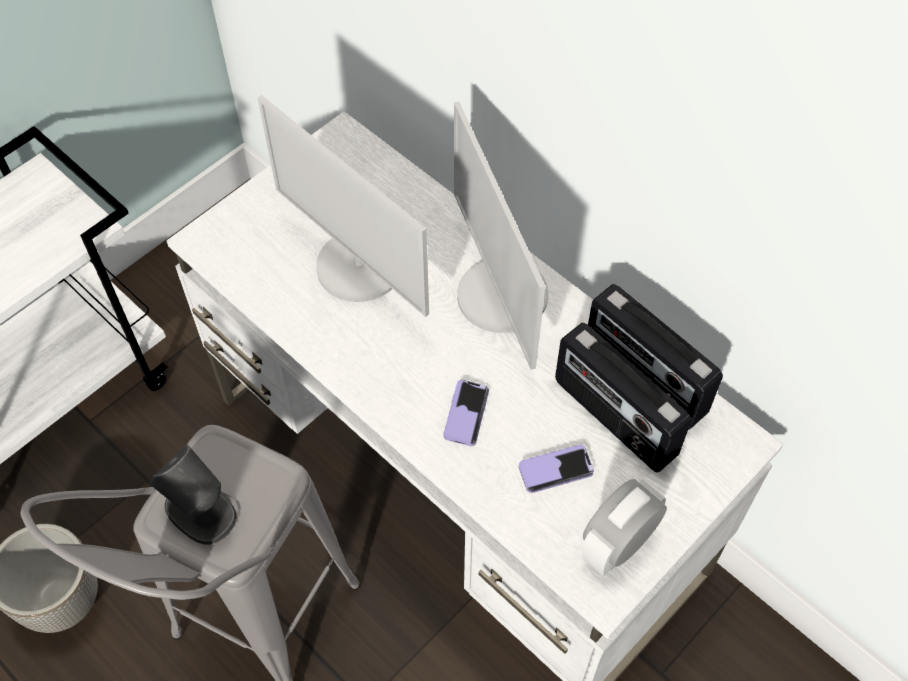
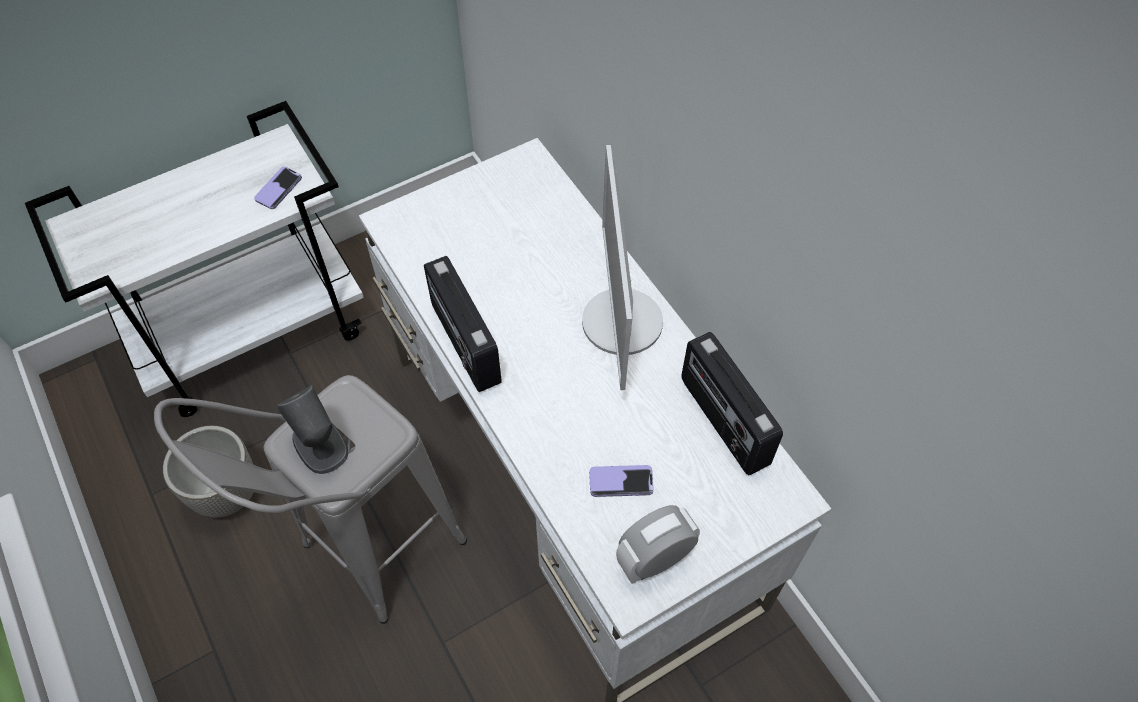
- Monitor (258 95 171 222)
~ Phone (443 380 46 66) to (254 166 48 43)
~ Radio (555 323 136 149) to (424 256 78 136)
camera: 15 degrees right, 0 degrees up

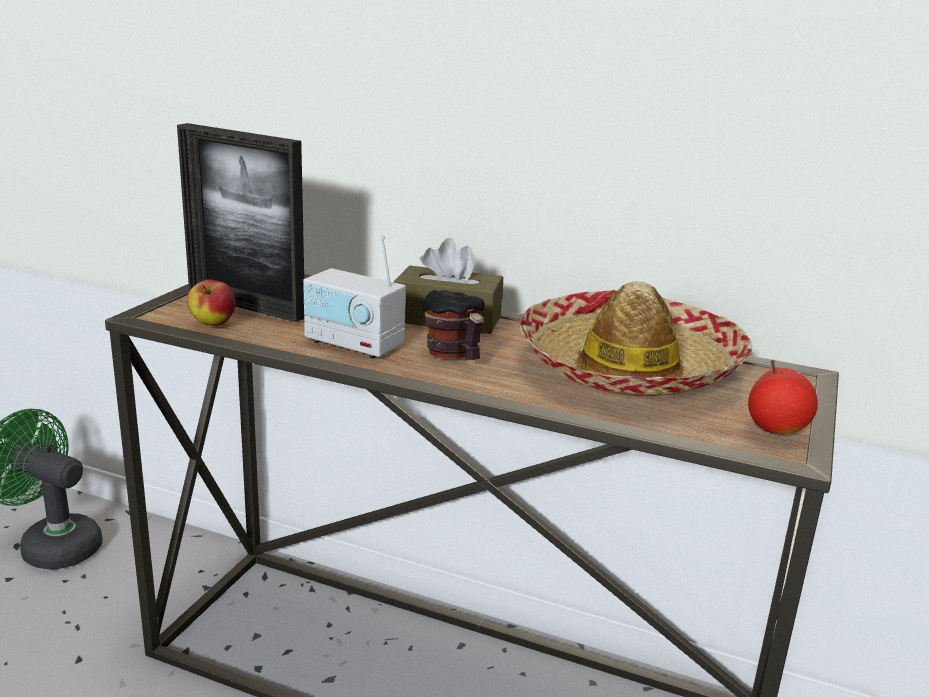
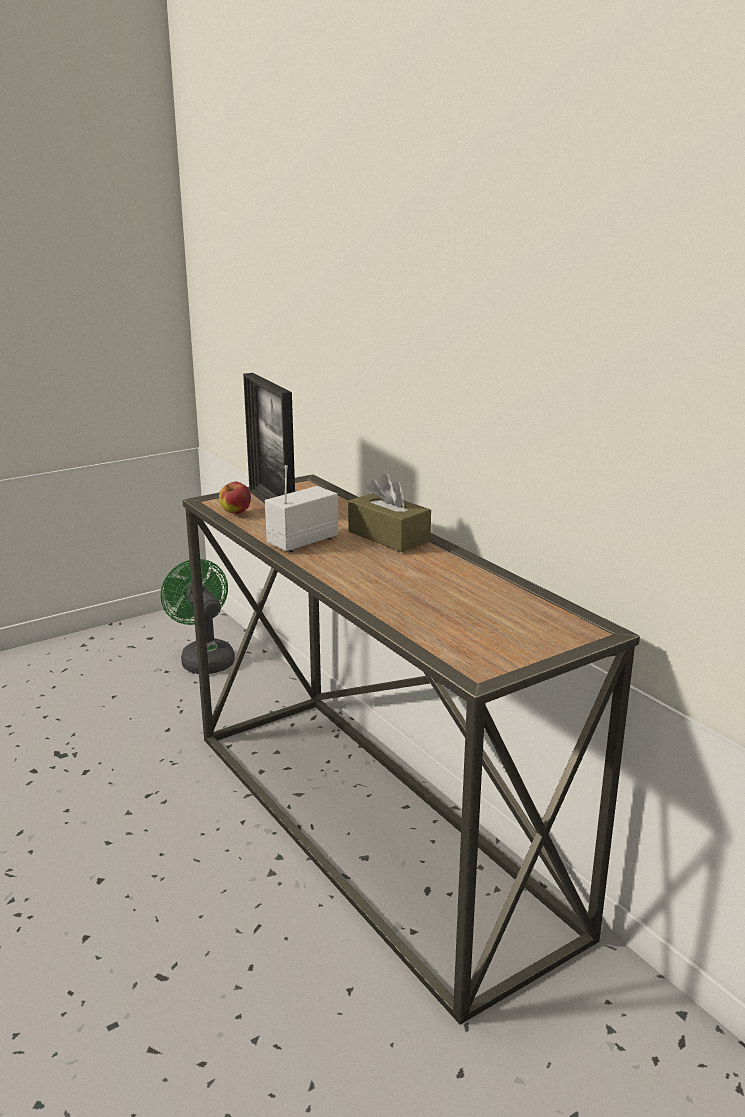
~ Radio (303 235 103 124) = (265 465 73 87) 75 degrees clockwise
- Mug (423 290 62 70)
- Hat (520 282 232 114)
- Apple (748 360 70 74)
camera: 35 degrees right, 0 degrees up

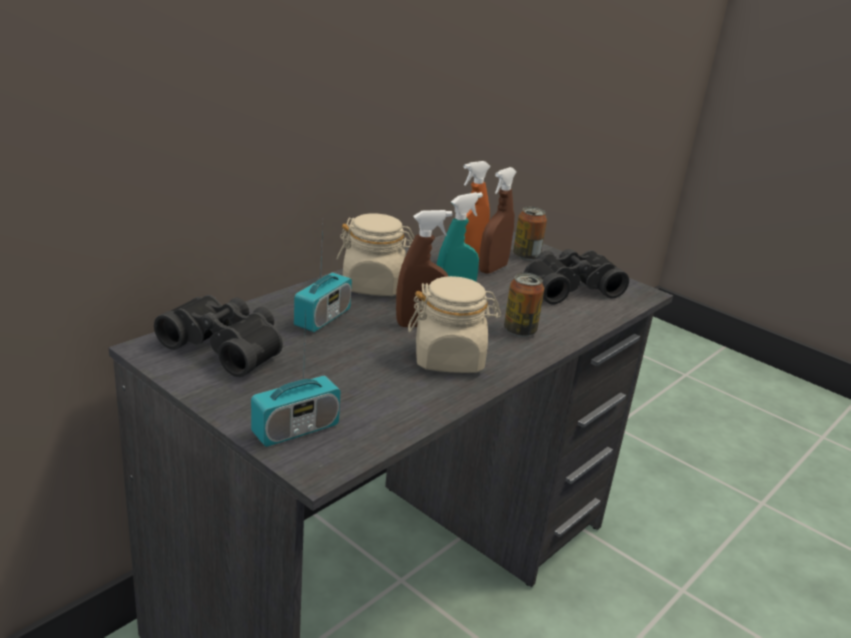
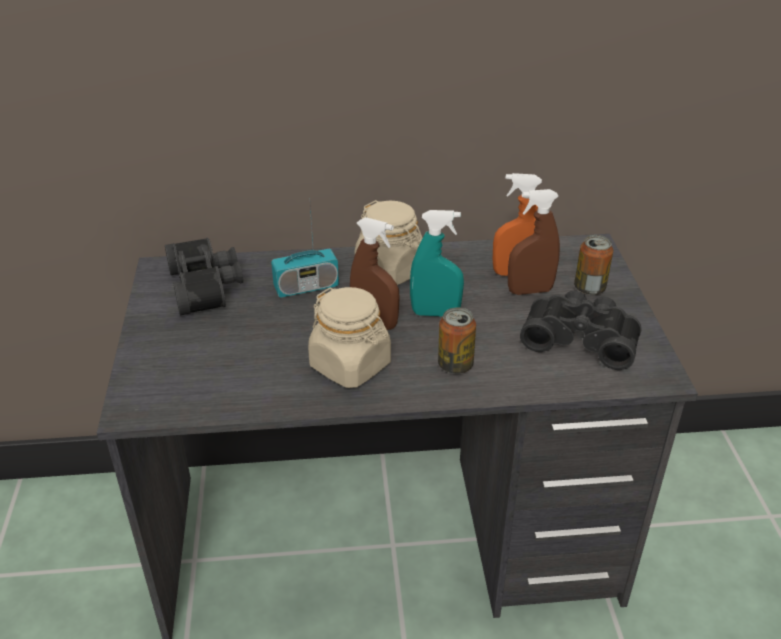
- Radio (251 309 90 138)
camera: 45 degrees right, 10 degrees up

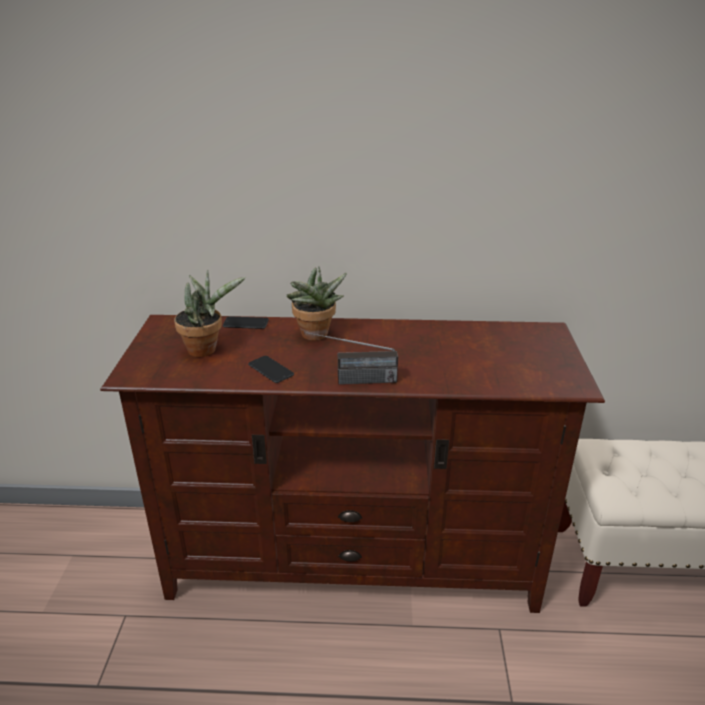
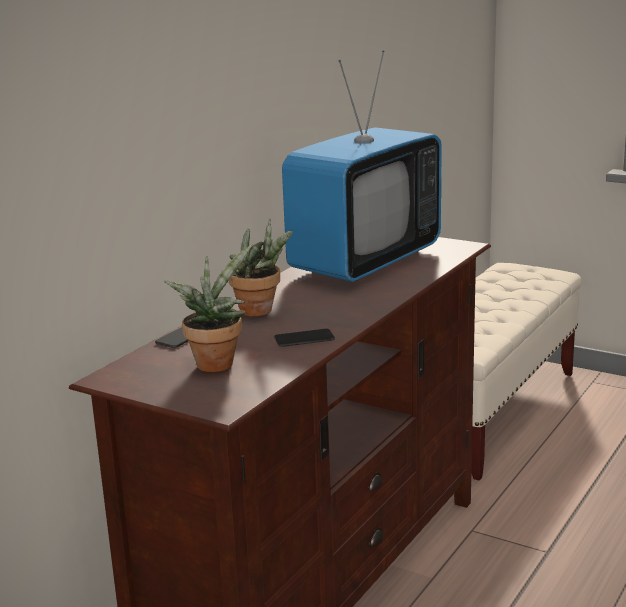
- Radio (304 332 94 53)
+ Television (282 50 160 232)
camera: 60 degrees left, 10 degrees down

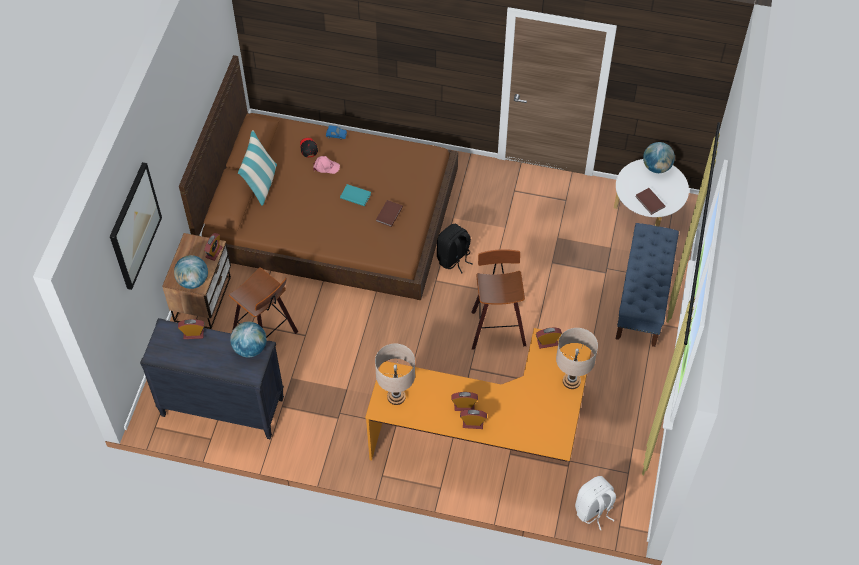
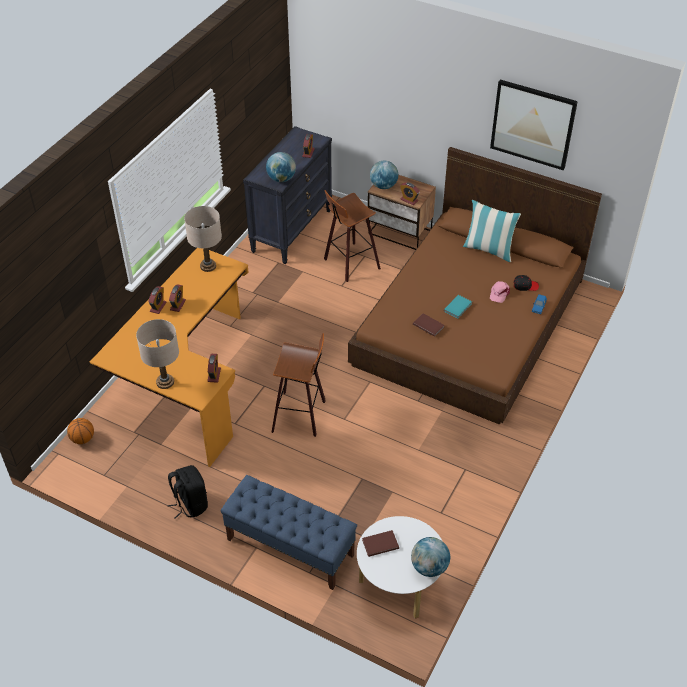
~ Picture (110 162 52 128) to (490 80 88 90)
~ BlackBackpack (437 224 36 49) to (168 465 40 54)
~ WhiteBackpack (575 476 41 54) to Basketball (67 418 27 26)
camera: 105 degrees right, 10 degrees down

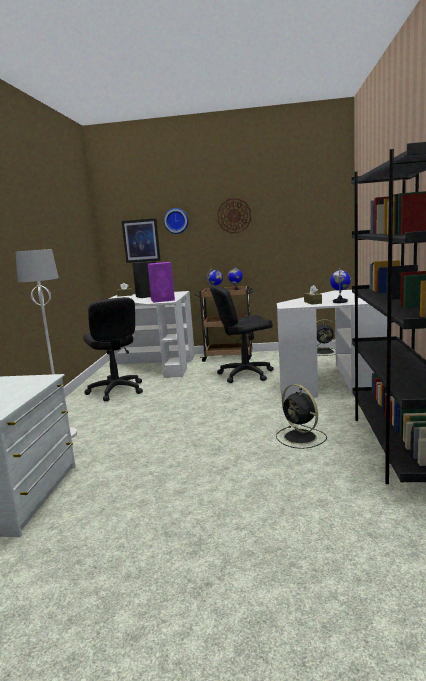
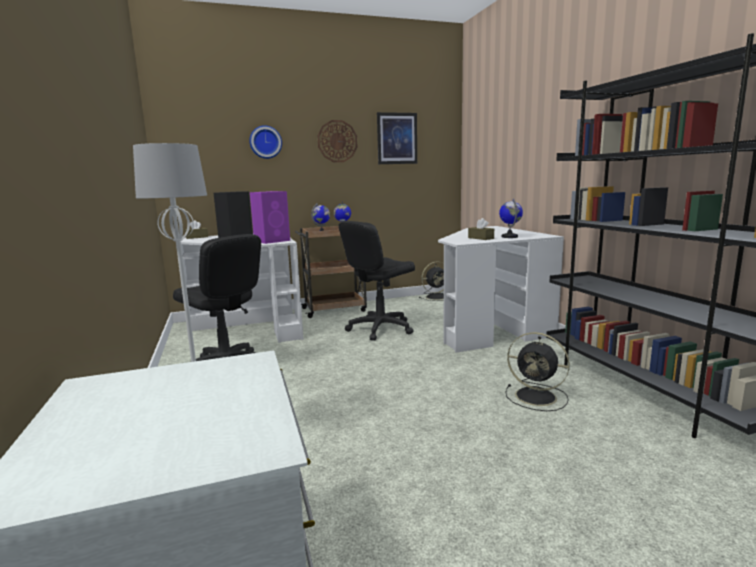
~ Picture (122 218 38 45) to (377 112 40 52)
camera: 25 degrees left, 0 degrees up

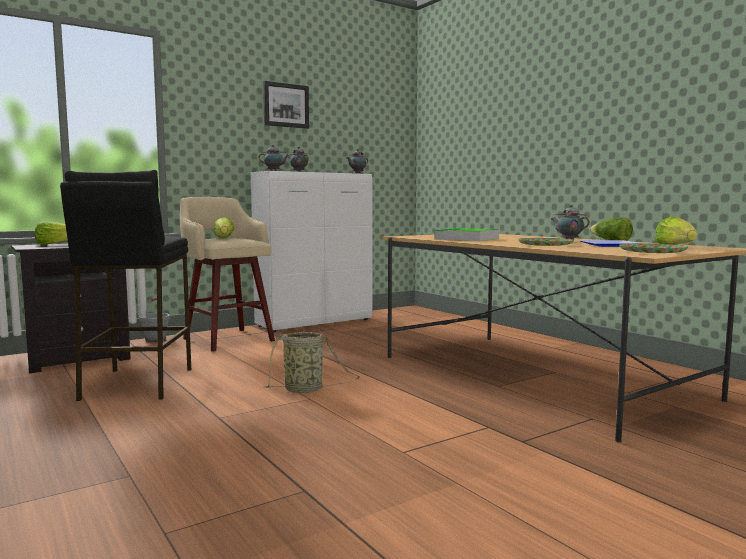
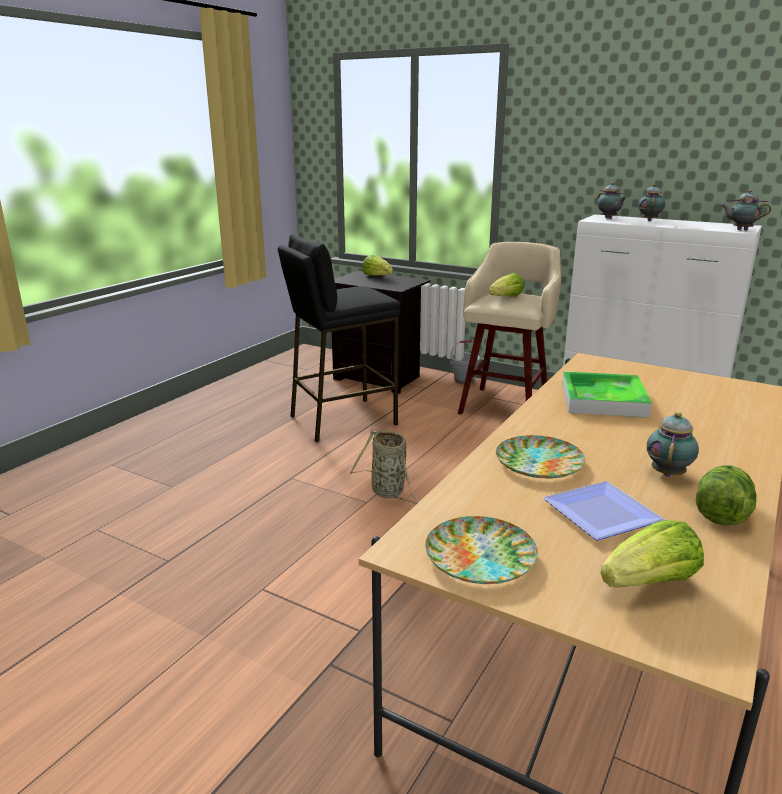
- Picture (263 81 46 48)
camera: 65 degrees right, 15 degrees up

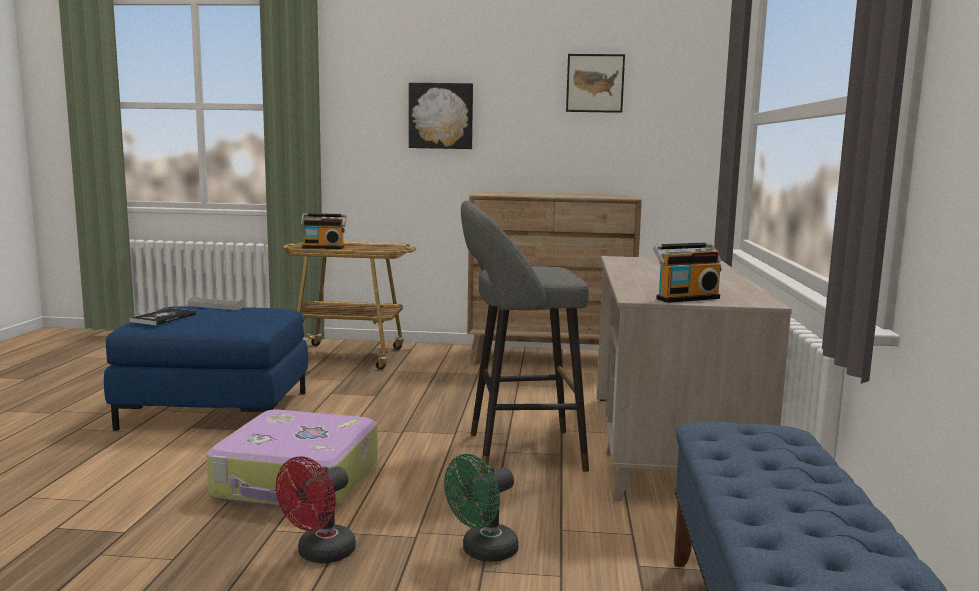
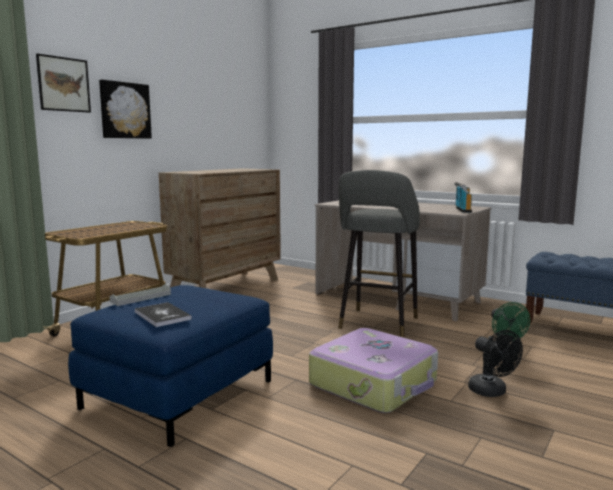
~ RedFan (276 456 80 108) to BlackFan (468 330 55 67)
- Radio (301 213 46 36)
~ Picture (566 54 59 59) to (36 53 55 60)
camera: 60 degrees left, 0 degrees up

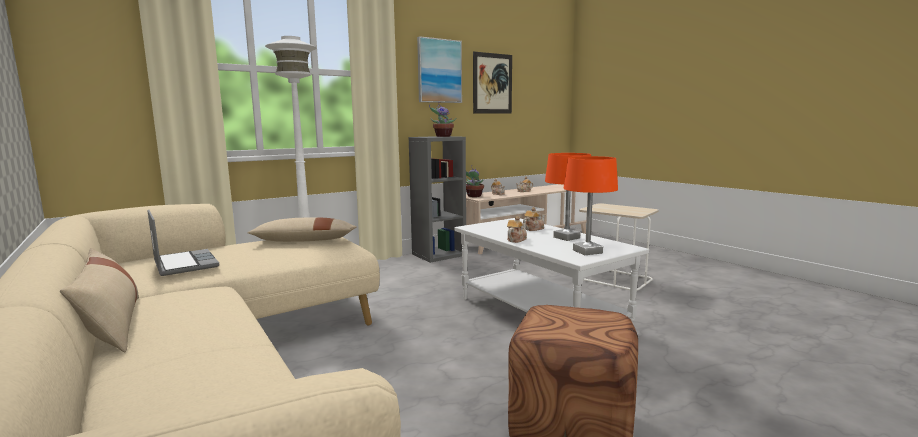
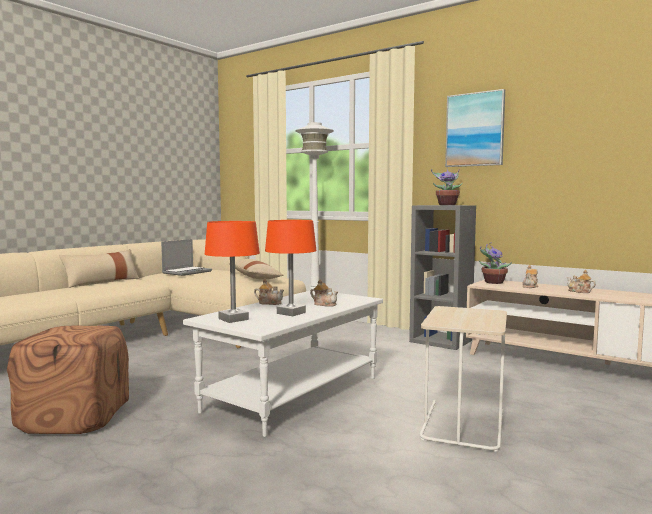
- Picture (473 52 39 62)
camera: 70 degrees right, 5 degrees down

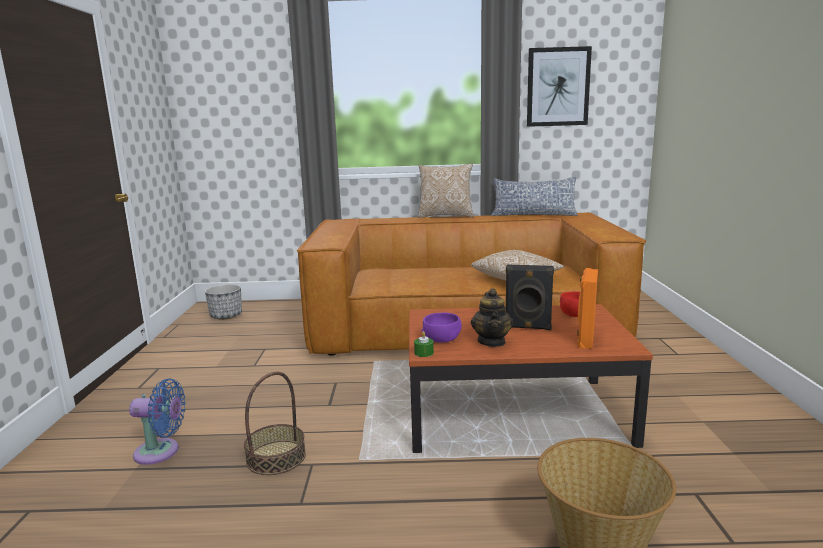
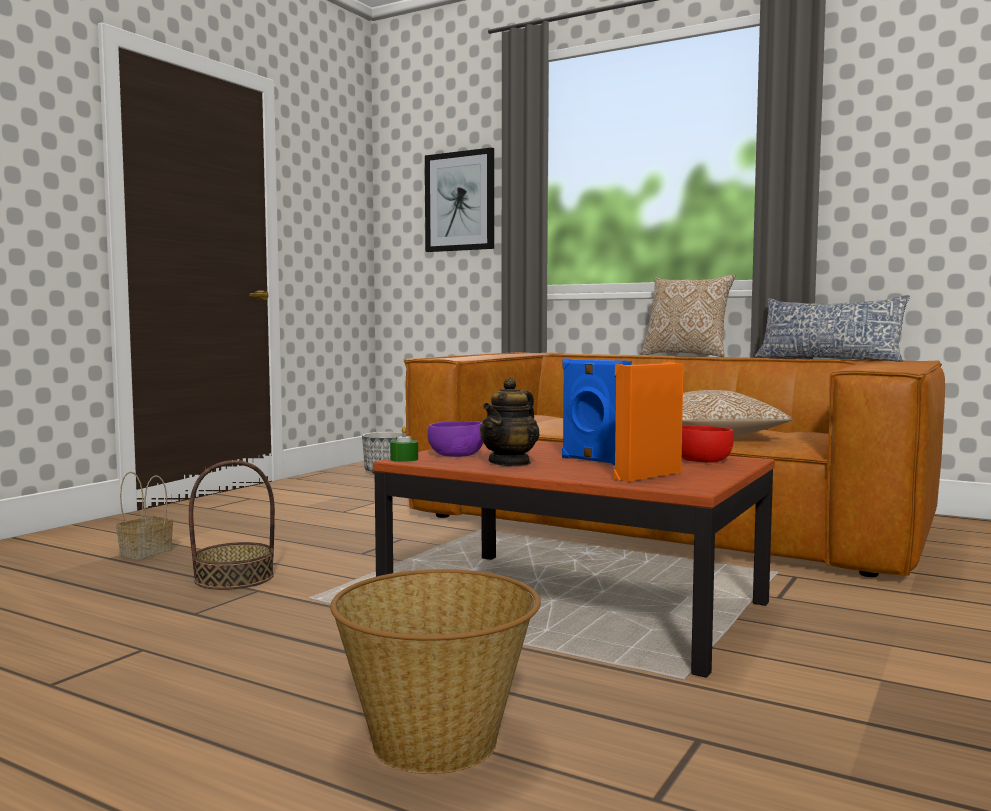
~ BlueFan (129 378 57 87) to Basket (116 471 57 89)
~ BlackSpeaker (506 265 48 65) to BlueSpeaker (562 358 70 107)
~ Picture (527 46 65 81) to (425 147 69 105)
camera: 30 degrees right, 10 degrees down

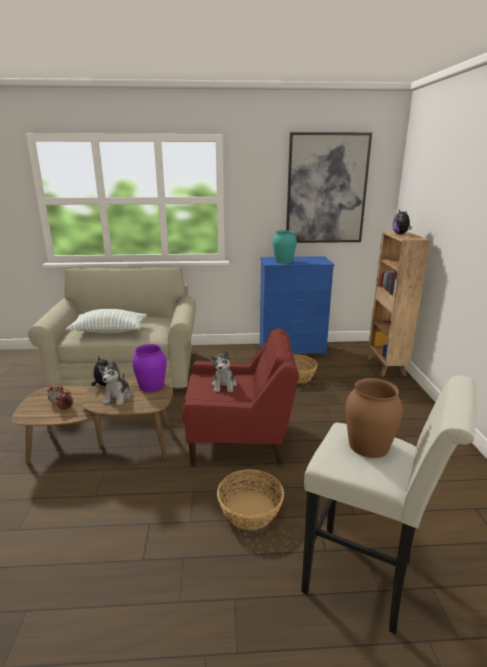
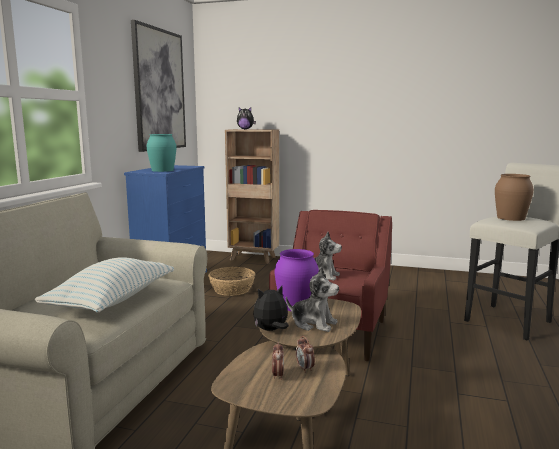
- Basket (217 469 67 61)
camera: 70 degrees left, 10 degrees down

